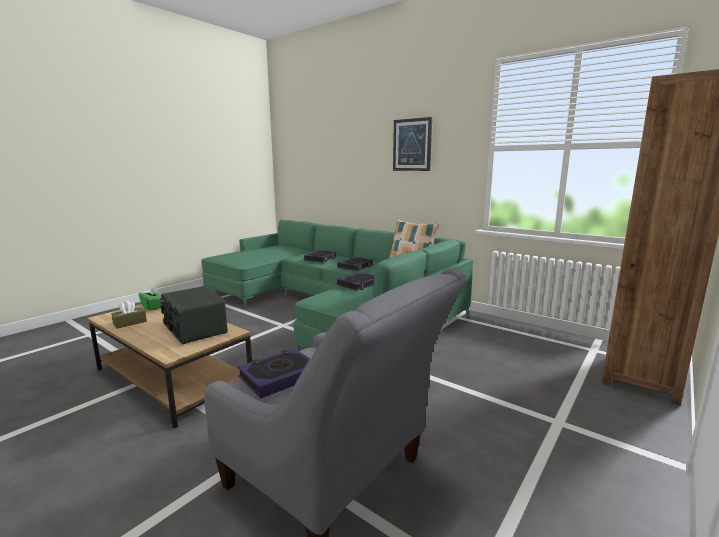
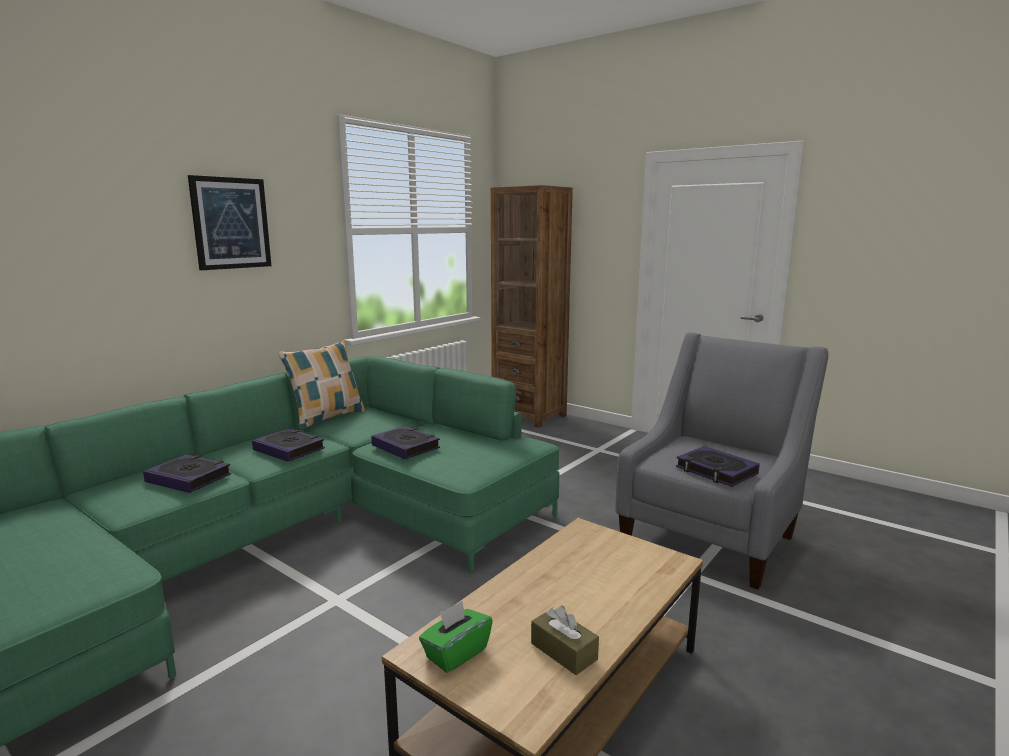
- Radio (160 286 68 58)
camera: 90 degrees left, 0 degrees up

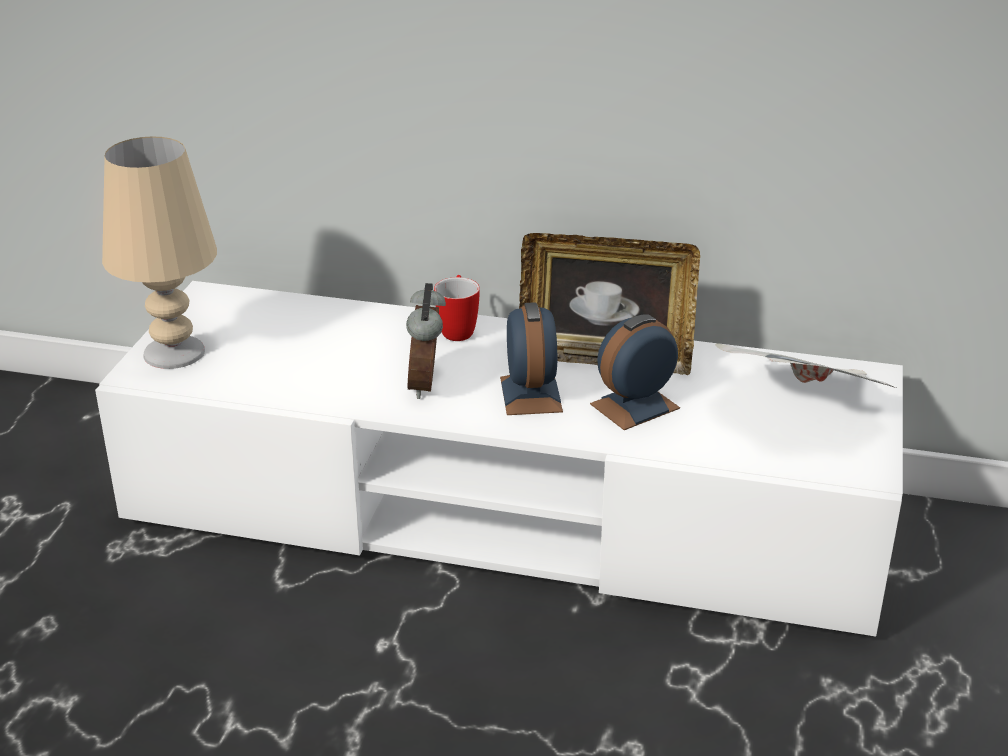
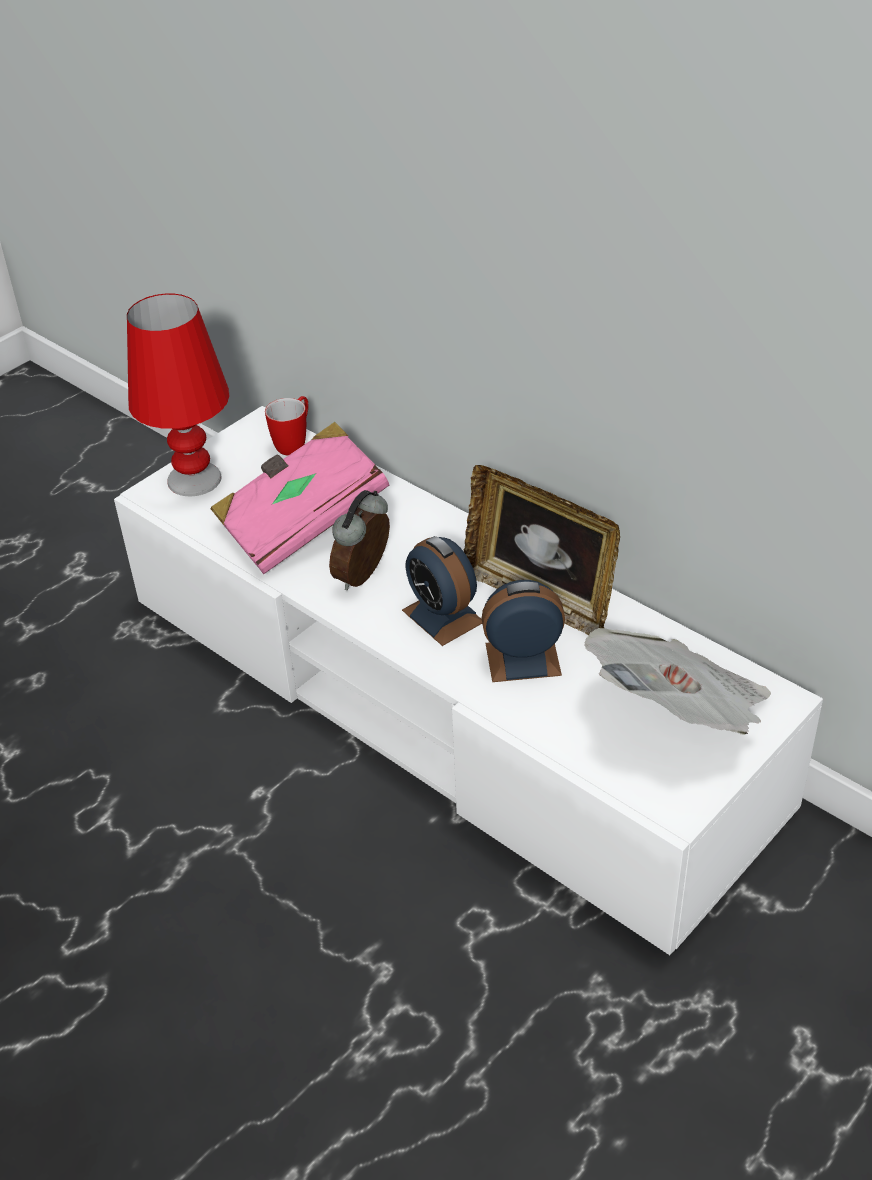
~ BeigeTableLamp (102 136 115 233) to RedTableLamp (127 294 103 202)
~ Mug (434 275 46 66) to (265 396 43 60)
~ AlarmClock (500 302 63 113) = (402 536 80 110) 120 degrees clockwise
+ PinkBook (211 422 178 152)
camera: 30 degrees right, 10 degrees up

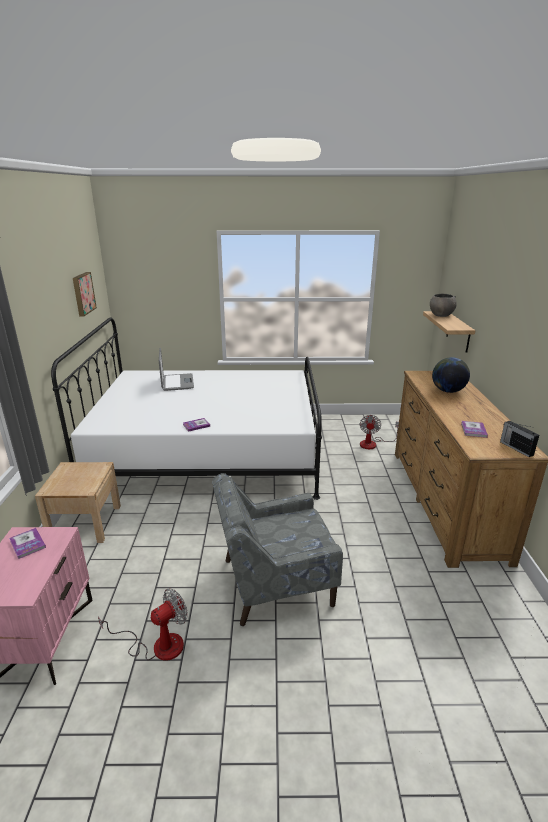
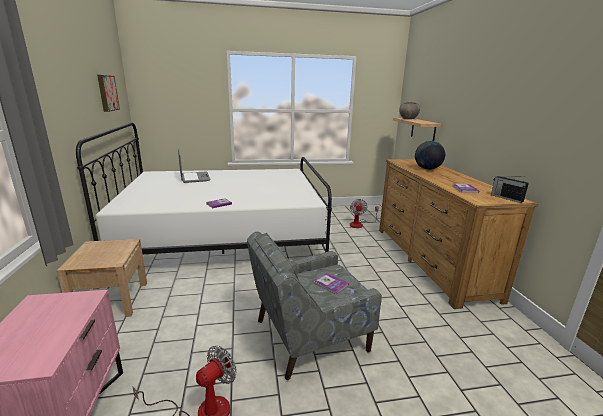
~ Book (9 528 37 31) to (314 273 35 22)
camera: 10 degrees left, 5 degrees down

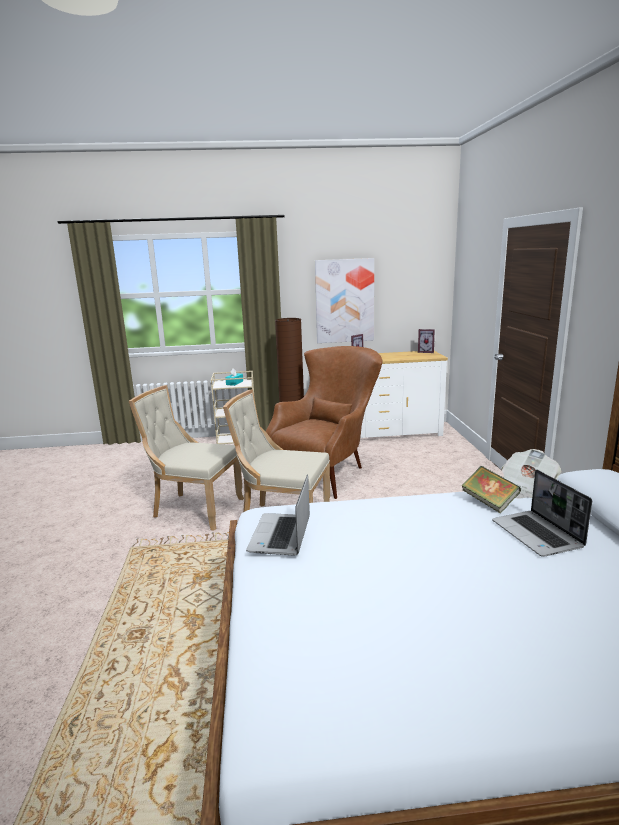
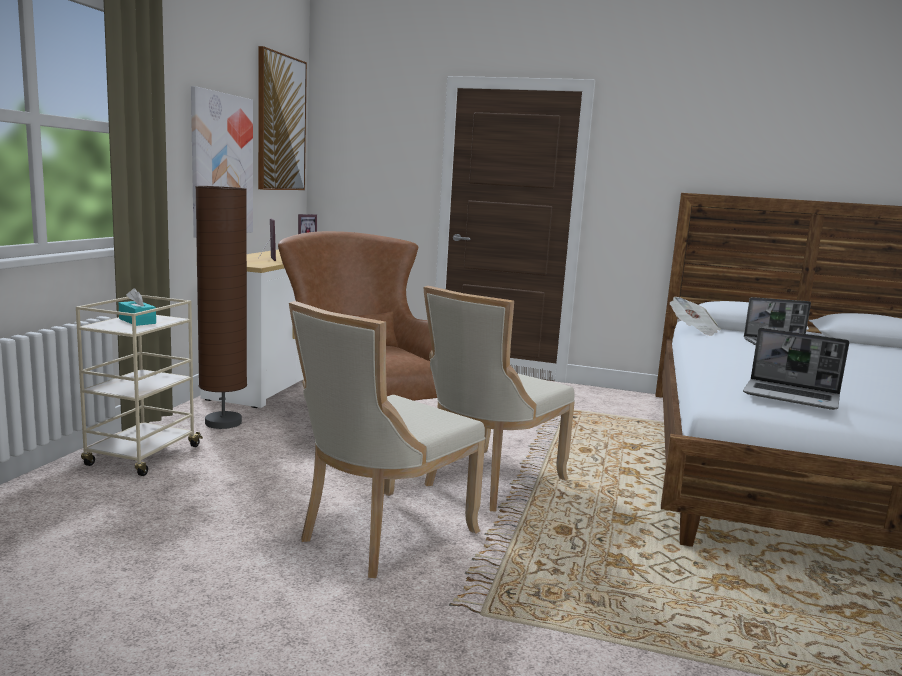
- Book (462 466 59 48)
+ Picture (258 46 49 144)
camera: 70 degrees left, 5 degrees down

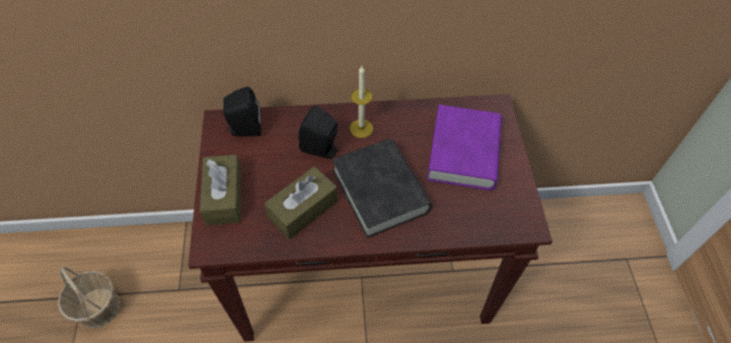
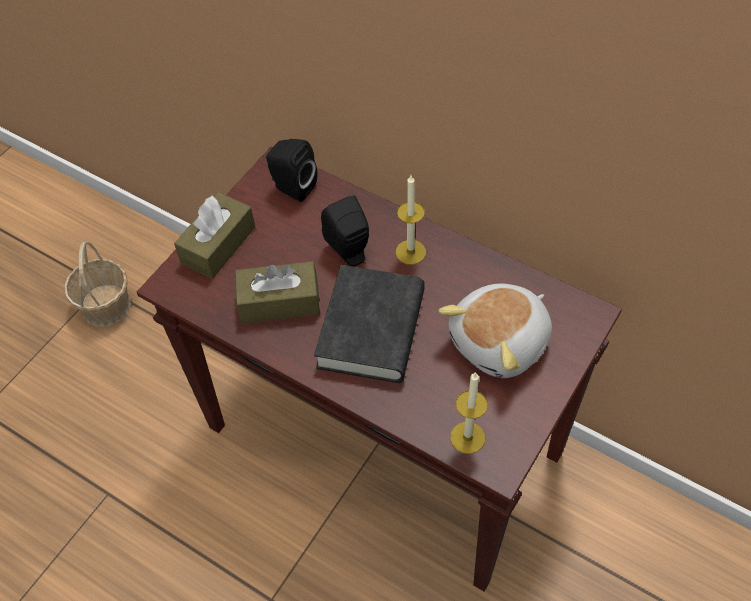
~ PurpleBook (427 105 75 85) to PlushToy (438 283 114 95)
+ Candle (450 372 37 82)
camera: 40 degrees right, 0 degrees up

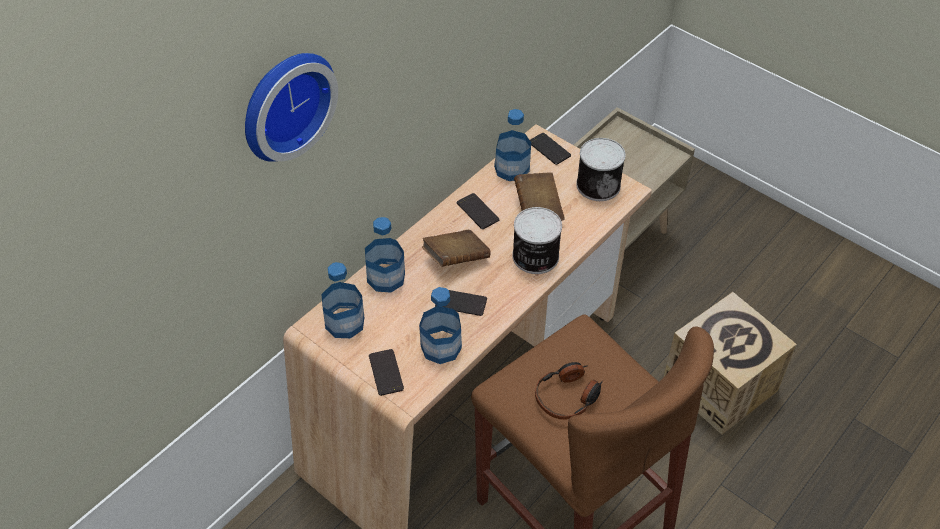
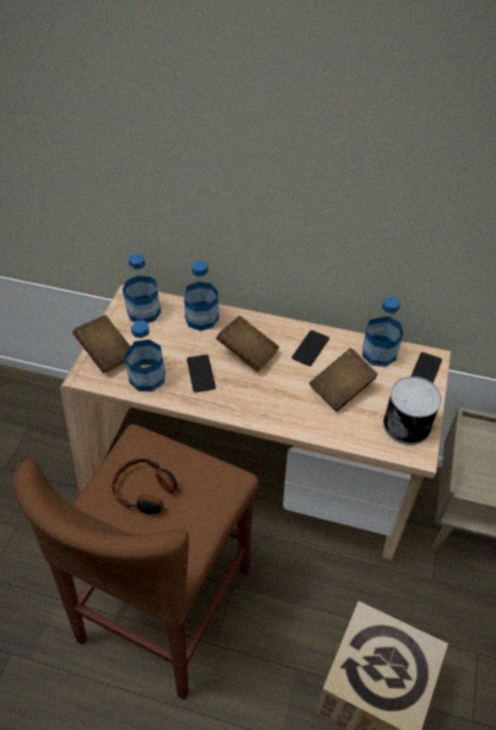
- WallClock (245 53 93 109)
~ Phone (369 349 35 47) to BrownBook (72 315 59 58)
- Can (512 207 50 67)
camera: 65 degrees right, 0 degrees up

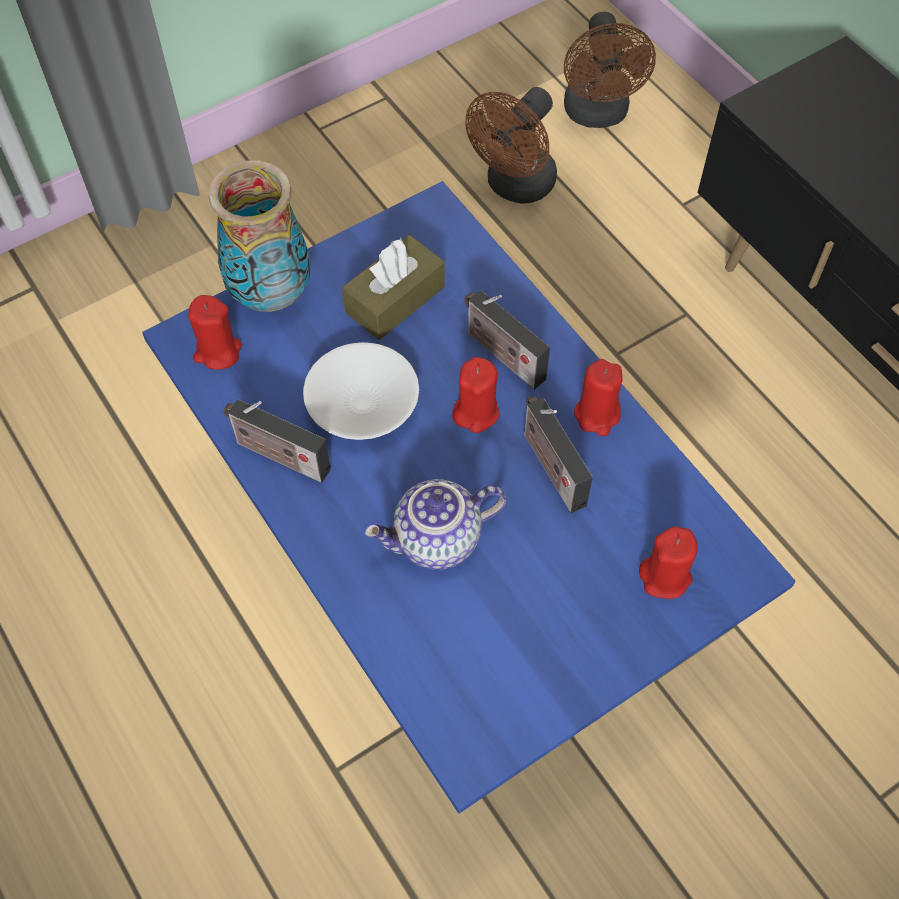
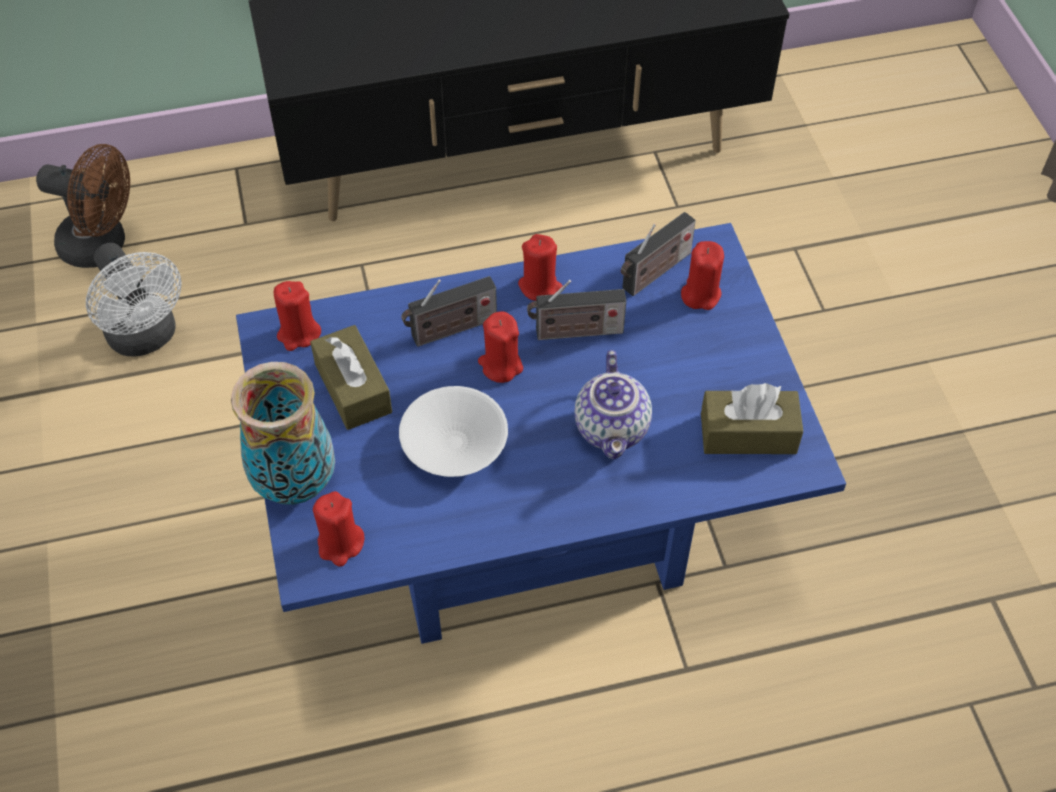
~ Radio (223 399 108 84) to (621 212 75 84)
~ BrownFan (465 87 92 117) to WhiteFan (86 243 96 113)
+ RedCandle (274 281 47 70)
+ BrownTissueBox (701 383 102 71)
camera: 70 degrees left, 5 degrees down

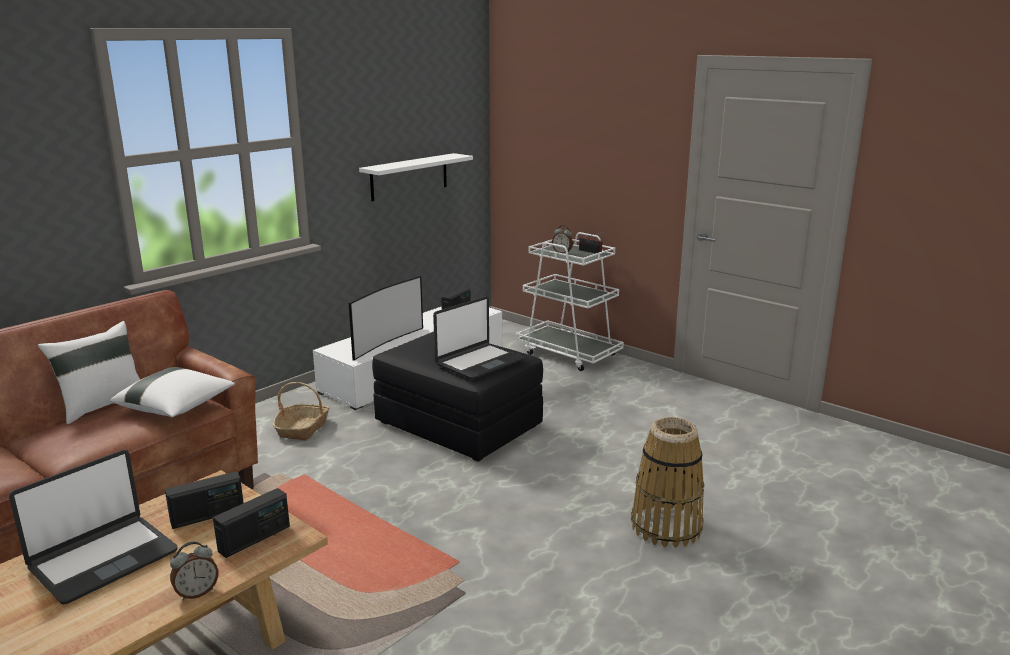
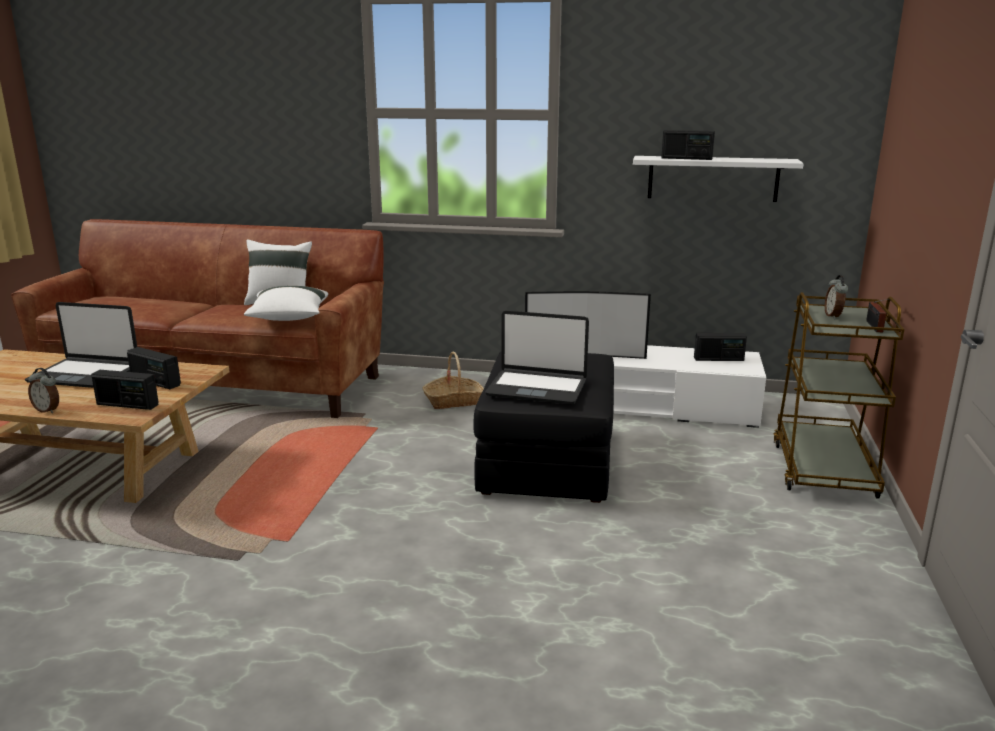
~ WhiteCart (516 232 108 139) to BrownCart (774 292 131 207)
- Basket (631 417 73 131)
+ Radio (661 130 54 30)
camera: 60 degrees right, 0 degrees up

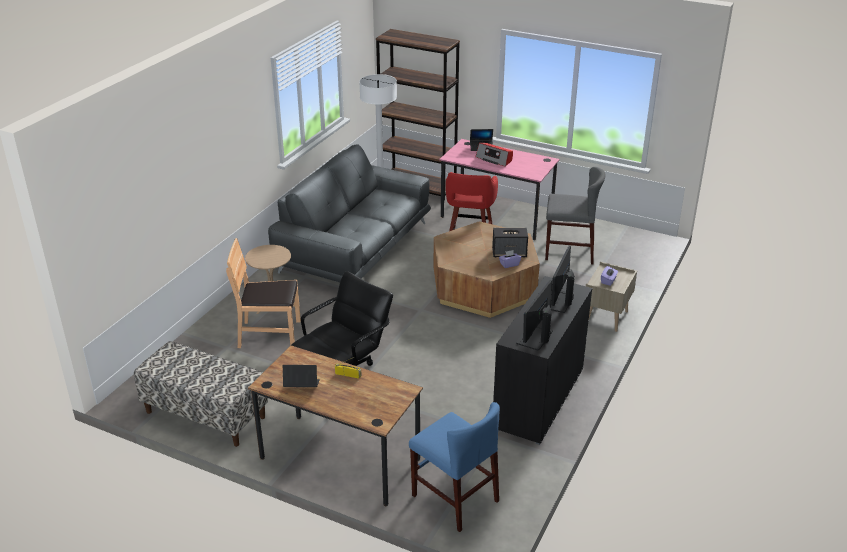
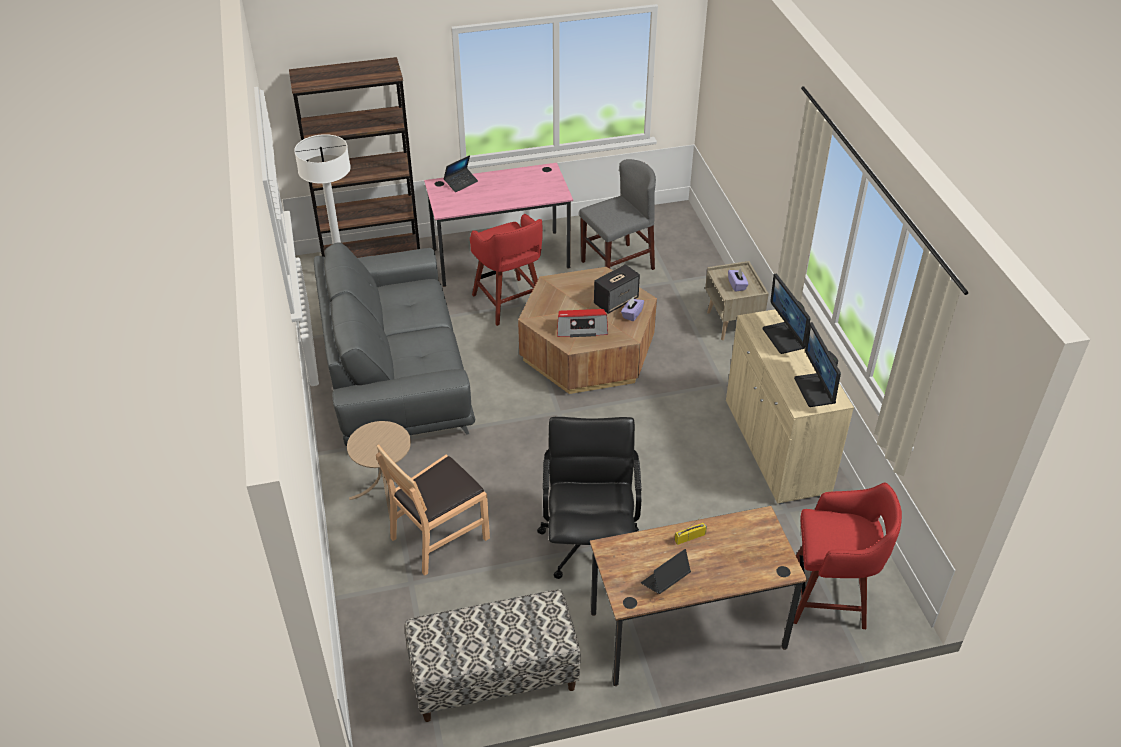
~ BlueChair (409 402 91 130) to RedStool (793 482 109 147)
~ Radio (475 143 38 24) to (557 309 51 28)
~ BlackCabinet (493 276 99 169) to BeigeCabinet (726 309 128 195)
camera: 40 degrees left, 10 degrees up

